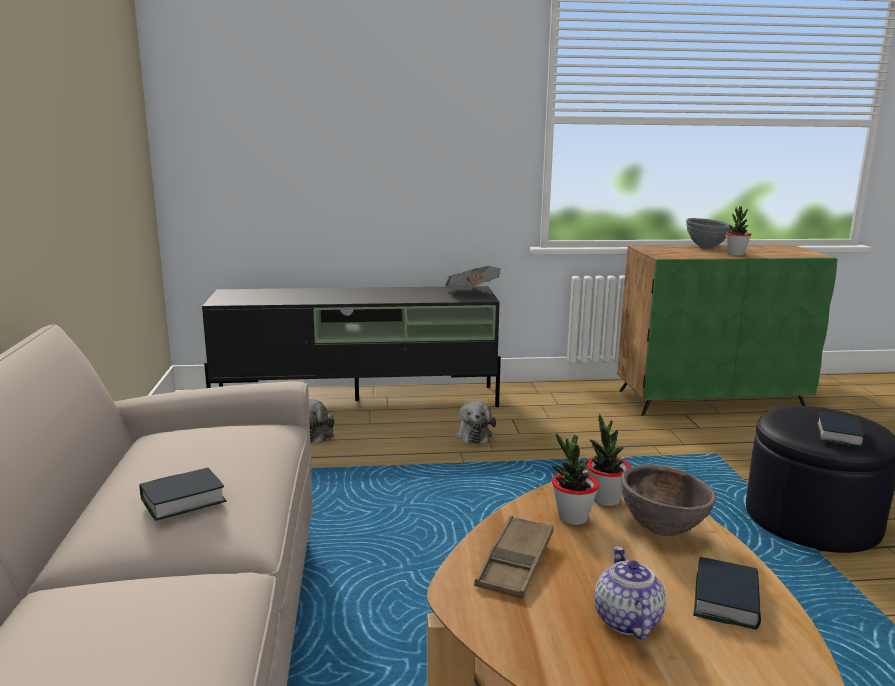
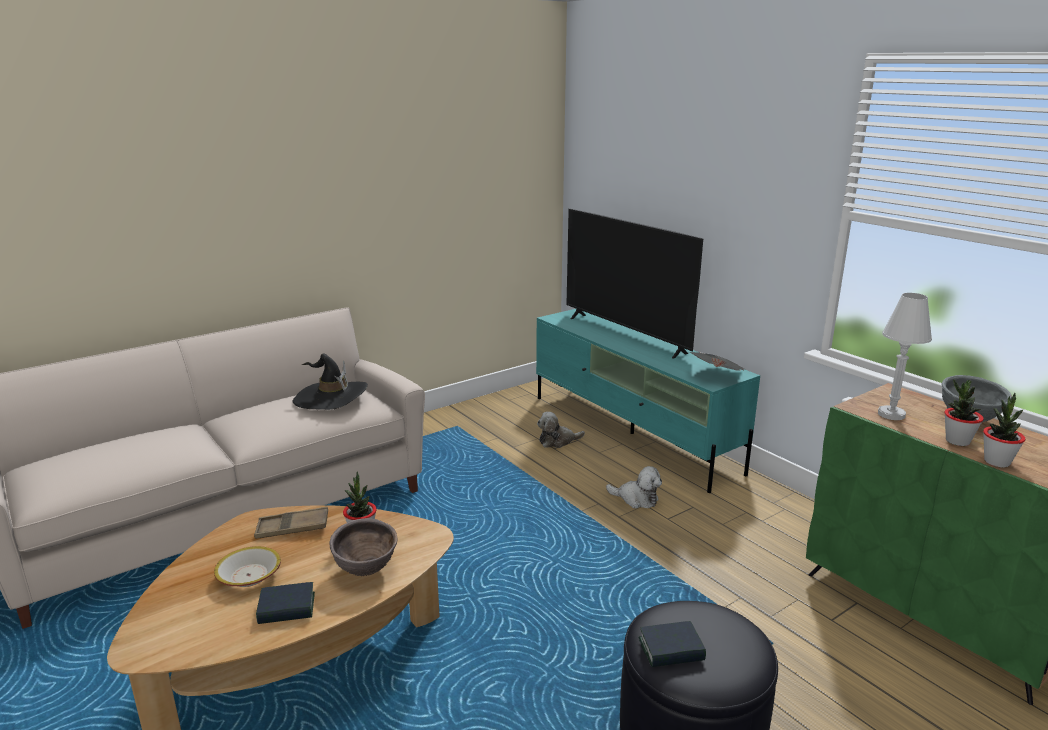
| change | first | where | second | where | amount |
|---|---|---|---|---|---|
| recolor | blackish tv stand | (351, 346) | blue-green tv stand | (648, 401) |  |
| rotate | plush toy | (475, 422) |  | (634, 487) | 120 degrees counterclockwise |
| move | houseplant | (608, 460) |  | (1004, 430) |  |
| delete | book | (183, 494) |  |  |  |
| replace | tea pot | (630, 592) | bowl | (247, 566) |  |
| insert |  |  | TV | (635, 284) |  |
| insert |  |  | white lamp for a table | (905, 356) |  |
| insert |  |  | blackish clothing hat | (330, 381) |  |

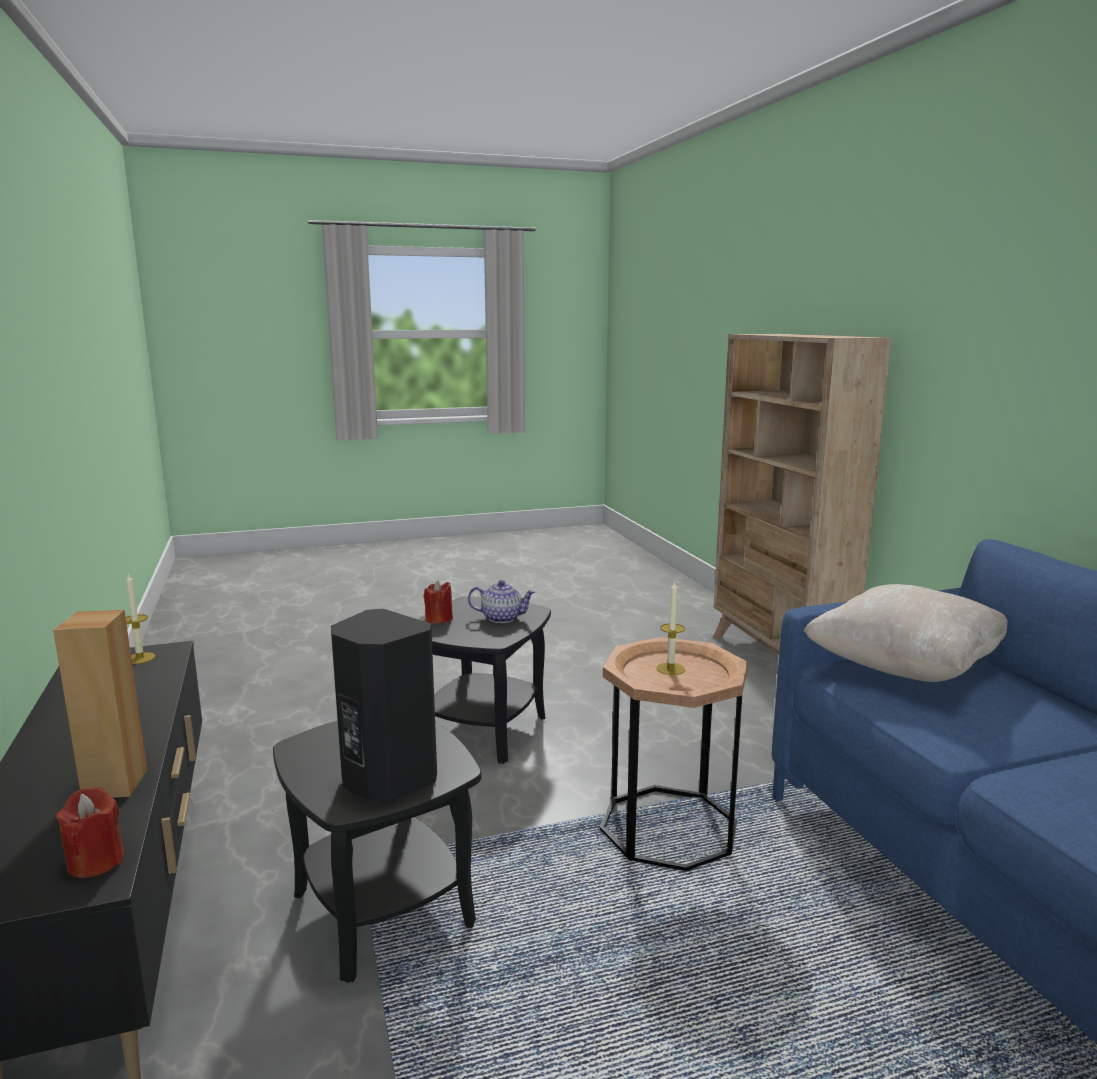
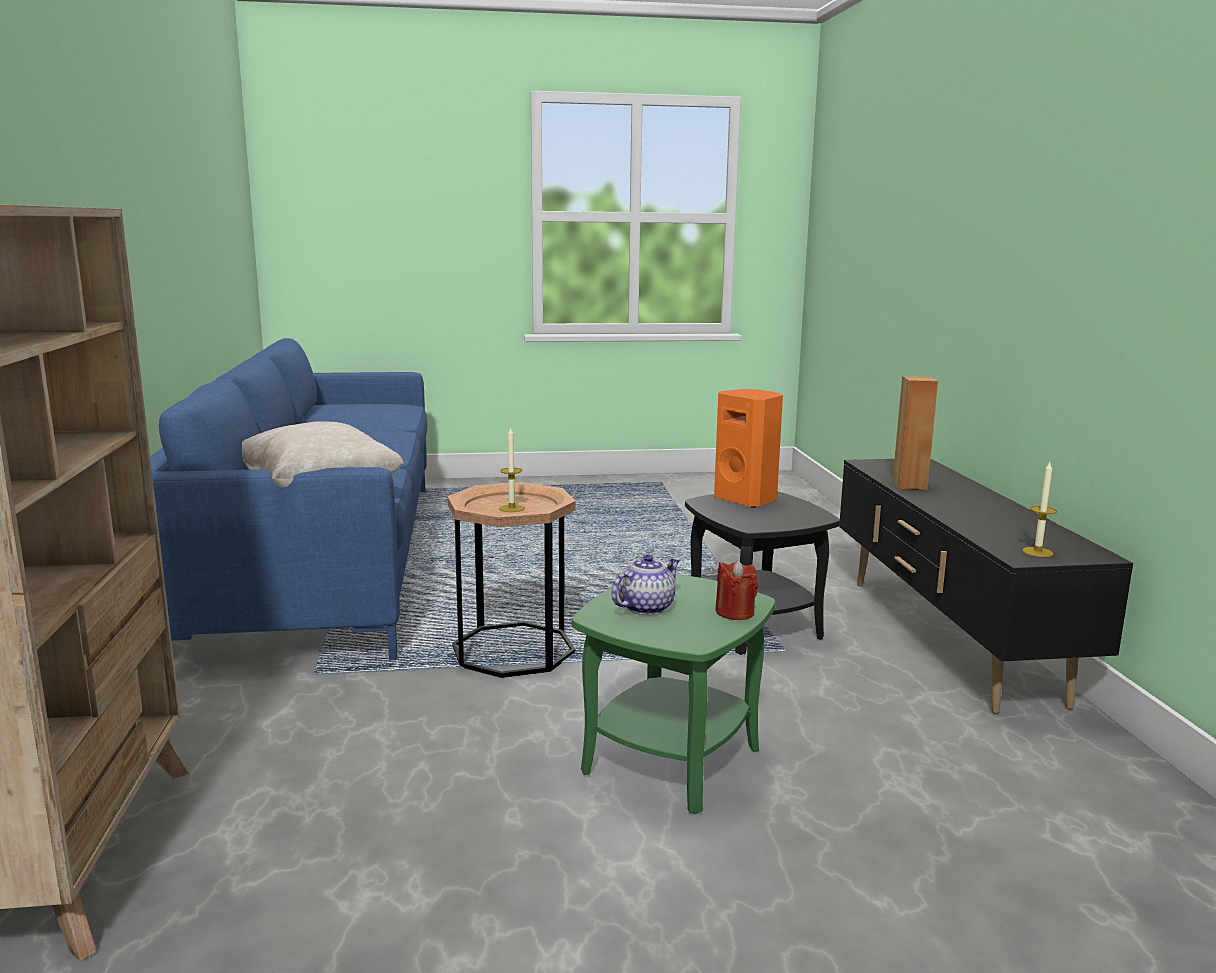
| change | first | where | second | where | amount |
|---|---|---|---|---|---|
| rotate | tea pot | (502, 601) |  | (646, 584) | 120 degrees clockwise |
| recolor | blackish end table | (484, 680) | green end table | (673, 694) |  |
| recolor | blackish loudspeaker | (384, 705) | orange-coloured loudspeaker | (748, 448) |  |
| delete | red wax light | (90, 832) |  |  |  |

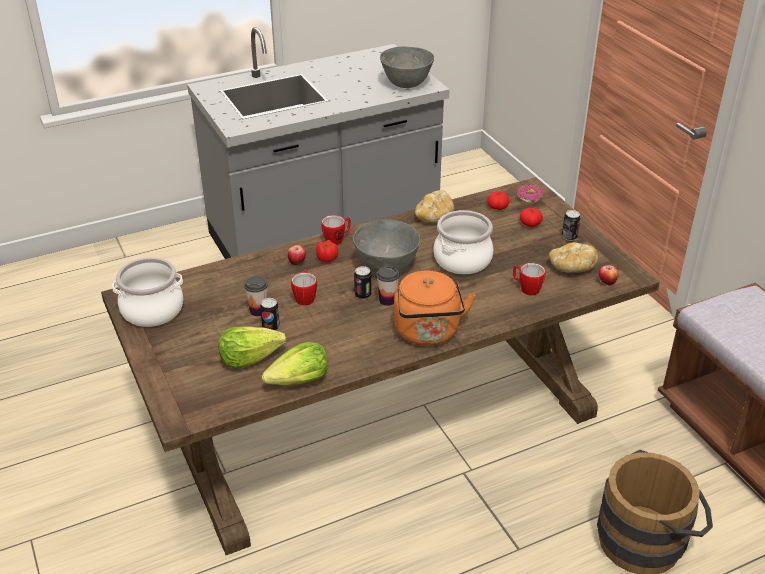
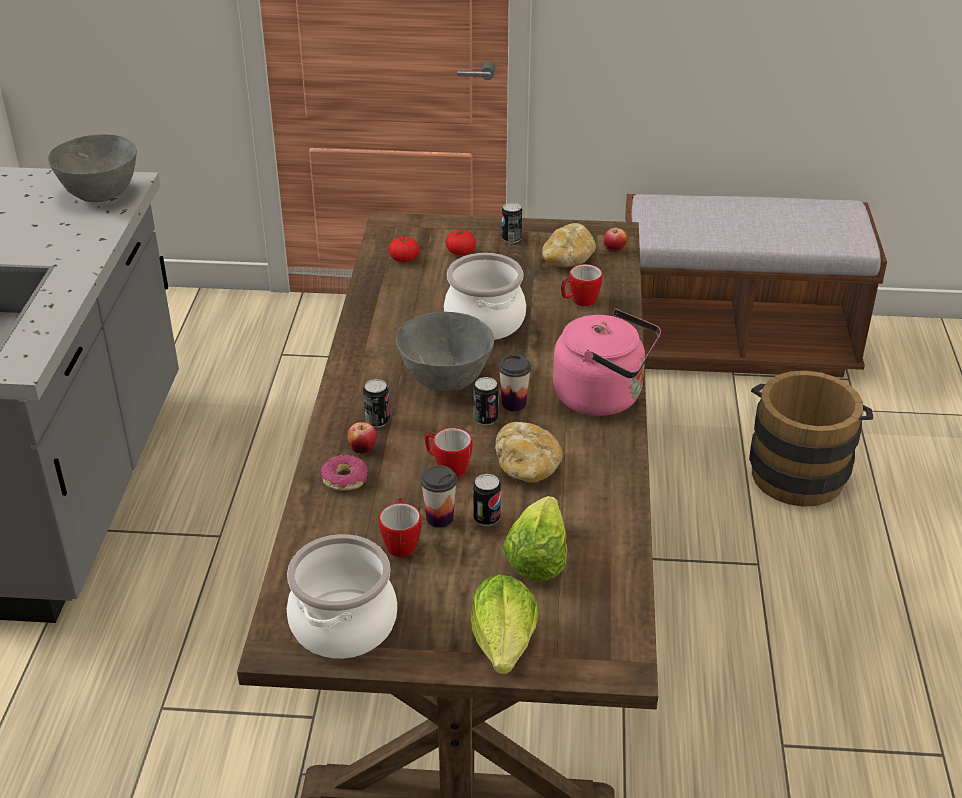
| change | first | where | second | where | amount |
|---|---|---|---|---|---|
| move | donut | (530, 194) |  | (344, 473) |  |
| move | baked bread | (435, 206) |  | (529, 452) |  |
| move | mug | (336, 230) |  | (400, 527) |  |
| replace | tomato | (327, 251) | sealed can | (376, 403) |  |
| recolor | orange-coloured water kettle | (434, 308) | pink-coloured water kettle | (607, 362) |  |
| move | lettuce head | (294, 364) |  | (504, 624) |  |

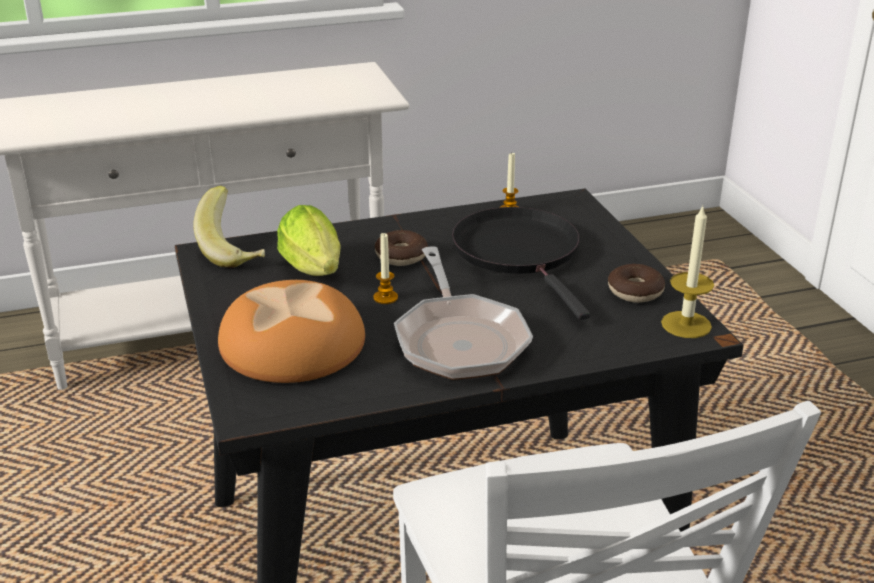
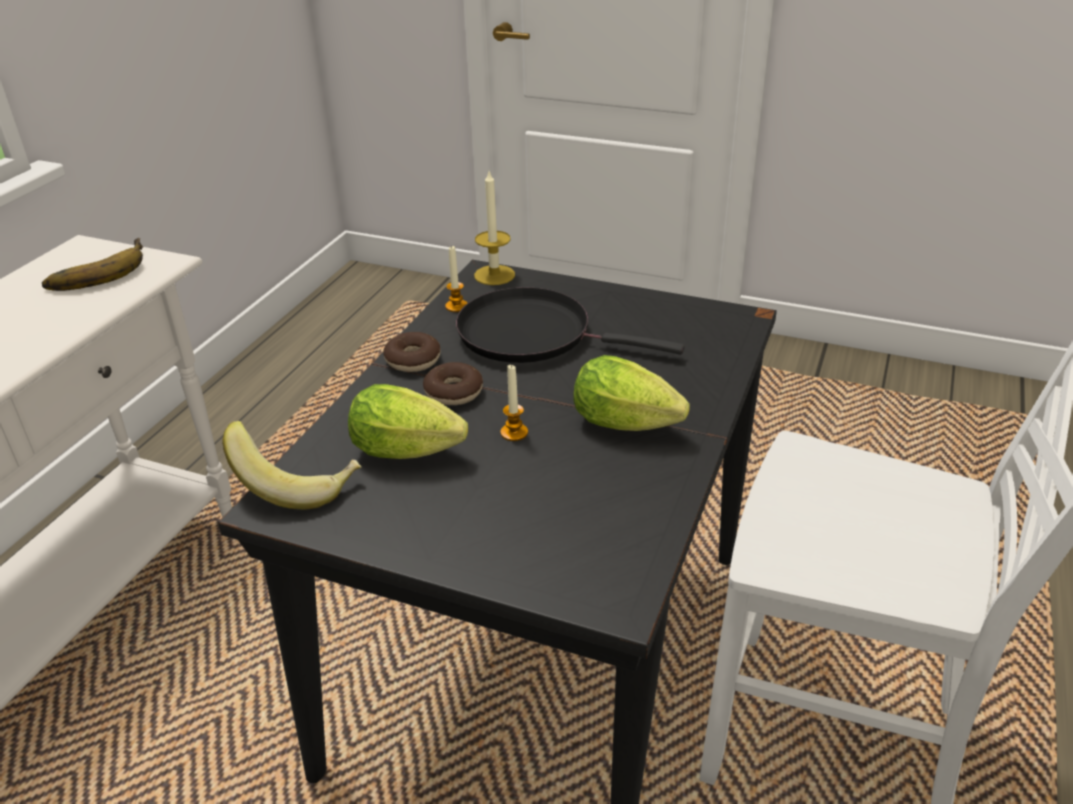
| change | first | where | second | where | amount |
|---|---|---|---|---|---|
| move | wax light | (687, 272) |  | (494, 228) |  |
| replace | skillet | (463, 313) | lettuce head | (631, 393) |  |
| move | donut | (636, 283) |  | (412, 352) |  |
| delete | baked bread | (291, 331) |  |  |  |
| insert |  |  | whole banana | (92, 264) |  |

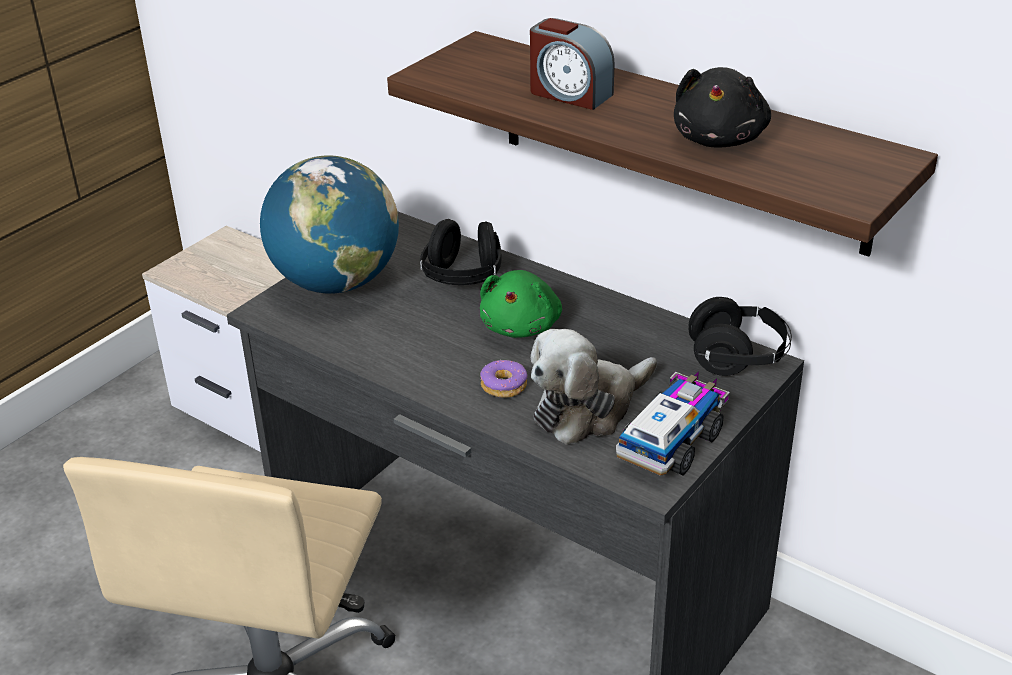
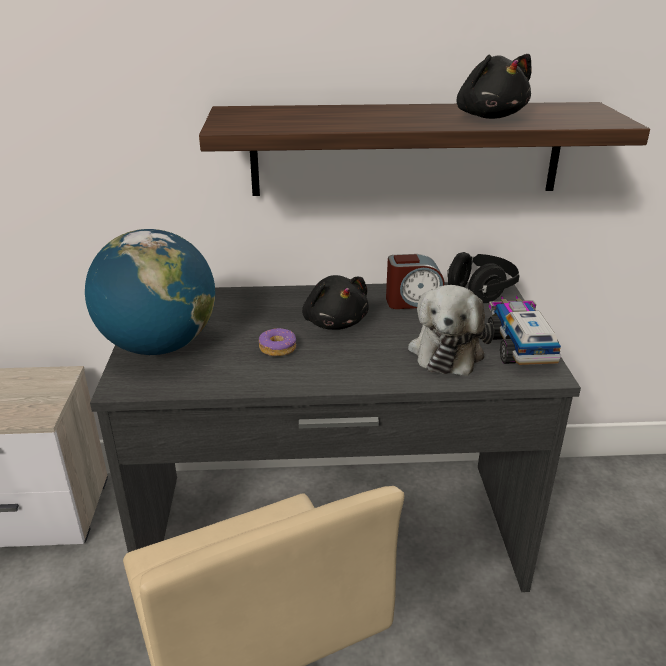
| change | first | where | second | where | amount |
|---|---|---|---|---|---|
| move | alarm clock | (572, 64) |  | (415, 281) |  |
| delete | blackish headset | (461, 252) |  |  |  |
| recolor | green plush toy | (521, 304) | blackish plush toy | (335, 302) |  |
| move | donut | (503, 379) |  | (277, 342) |  |

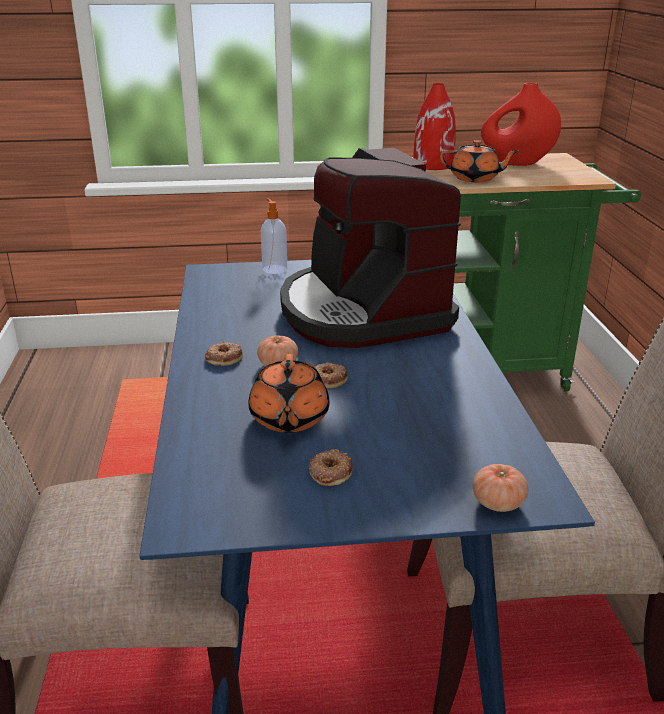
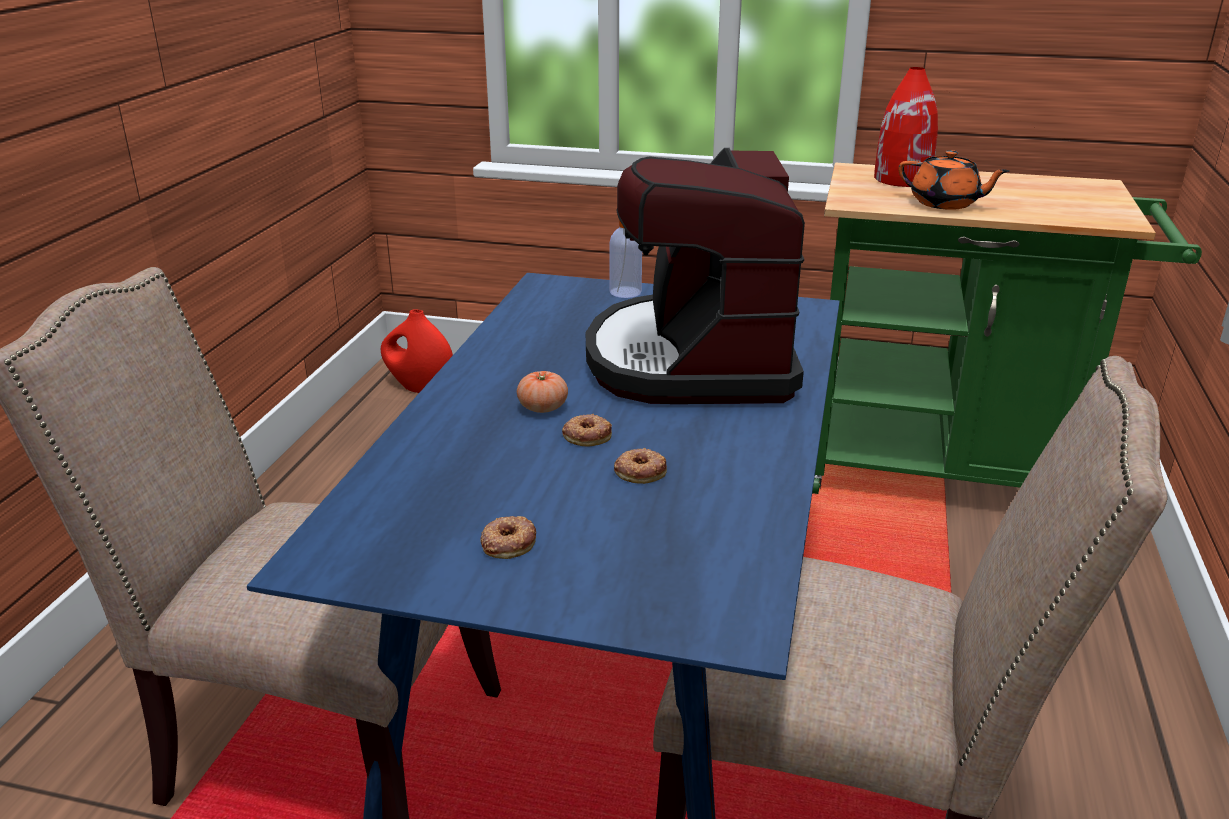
| change | first | where | second | where | amount |
|---|---|---|---|---|---|
| move | red vase | (521, 124) |  | (417, 351) |  |
| move | donut | (224, 353) |  | (640, 466) |  |
| delete | orange-coloured tea pot | (289, 393) |  |  |  |
| delete | tomato | (500, 488) |  |  |  |

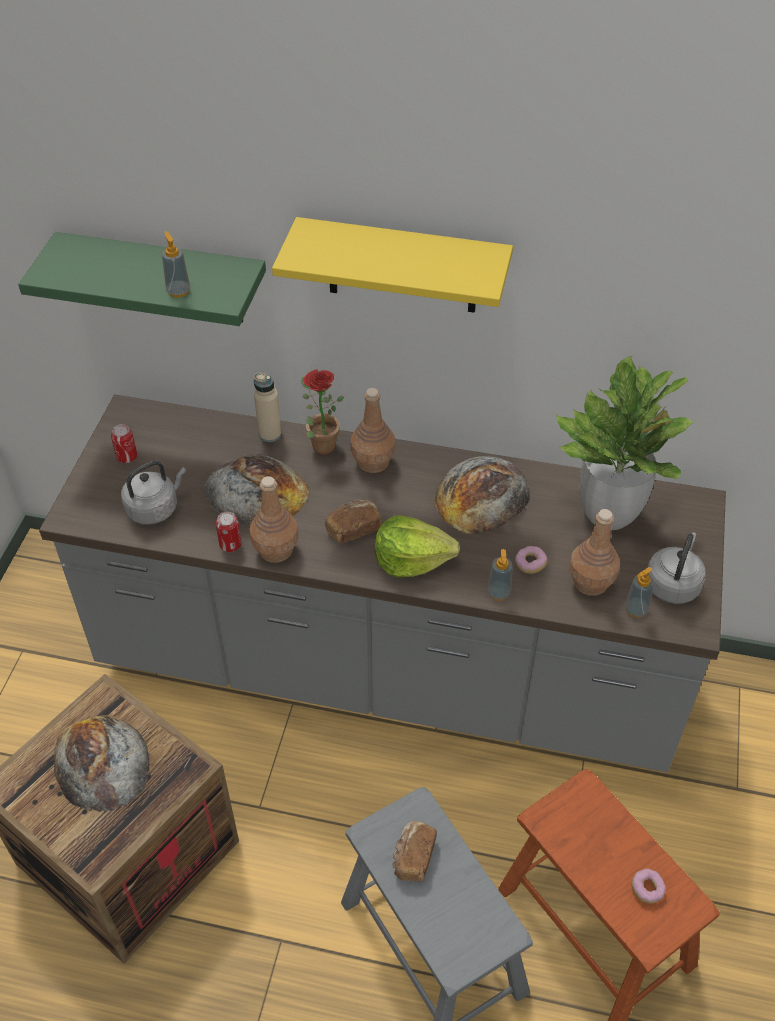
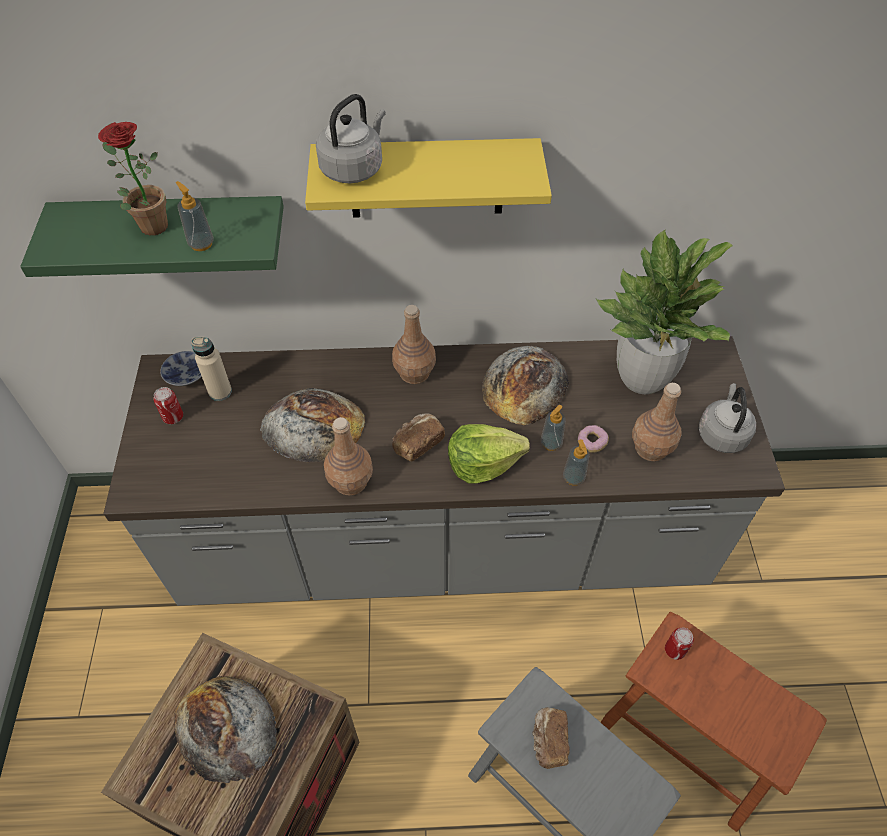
| change | first | where | second | where | amount |
|---|---|---|---|---|---|
| move | houseplant | (322, 412) |  | (133, 178) |  |
| move | beige drink bottle | (268, 407) |  | (211, 369) |  |
| move | greyish water kettle | (153, 493) |  | (351, 138) |  |
| move | sealed can | (229, 532) |  | (679, 644) |  |
| move | liquid soap bottle | (639, 592) |  | (553, 428) |  |
| delete | donut | (648, 886) |  |  |  |
| insert |  |  | bowl | (181, 368) |  |

